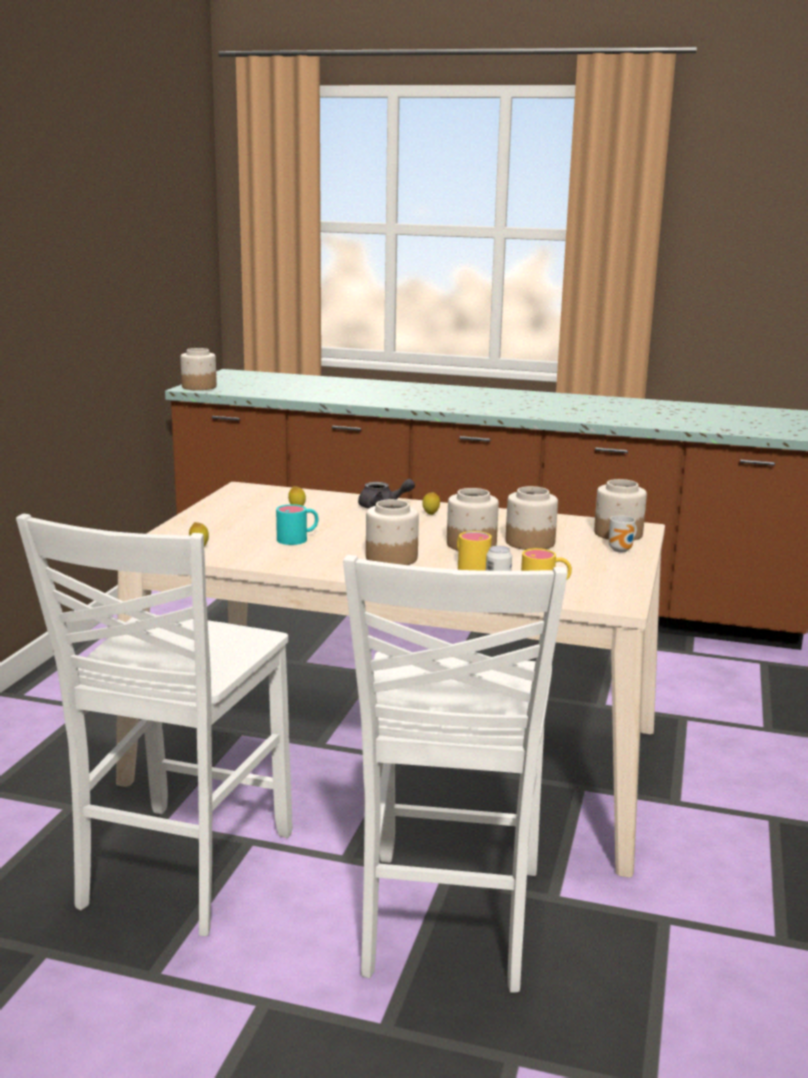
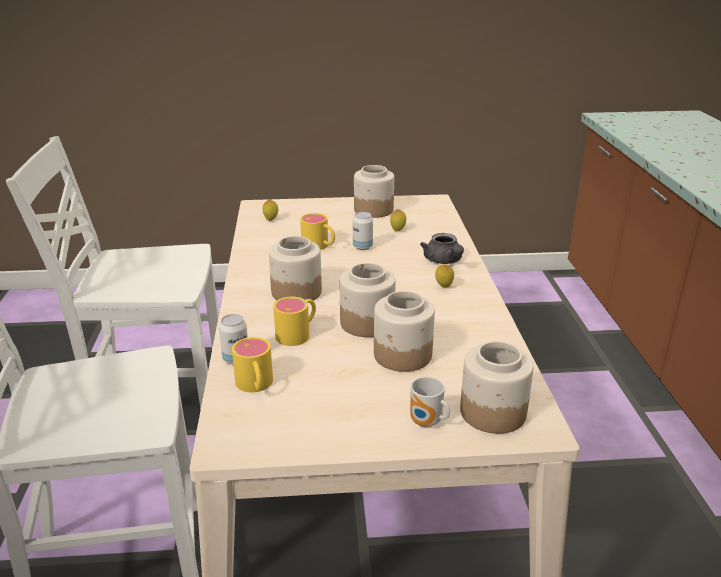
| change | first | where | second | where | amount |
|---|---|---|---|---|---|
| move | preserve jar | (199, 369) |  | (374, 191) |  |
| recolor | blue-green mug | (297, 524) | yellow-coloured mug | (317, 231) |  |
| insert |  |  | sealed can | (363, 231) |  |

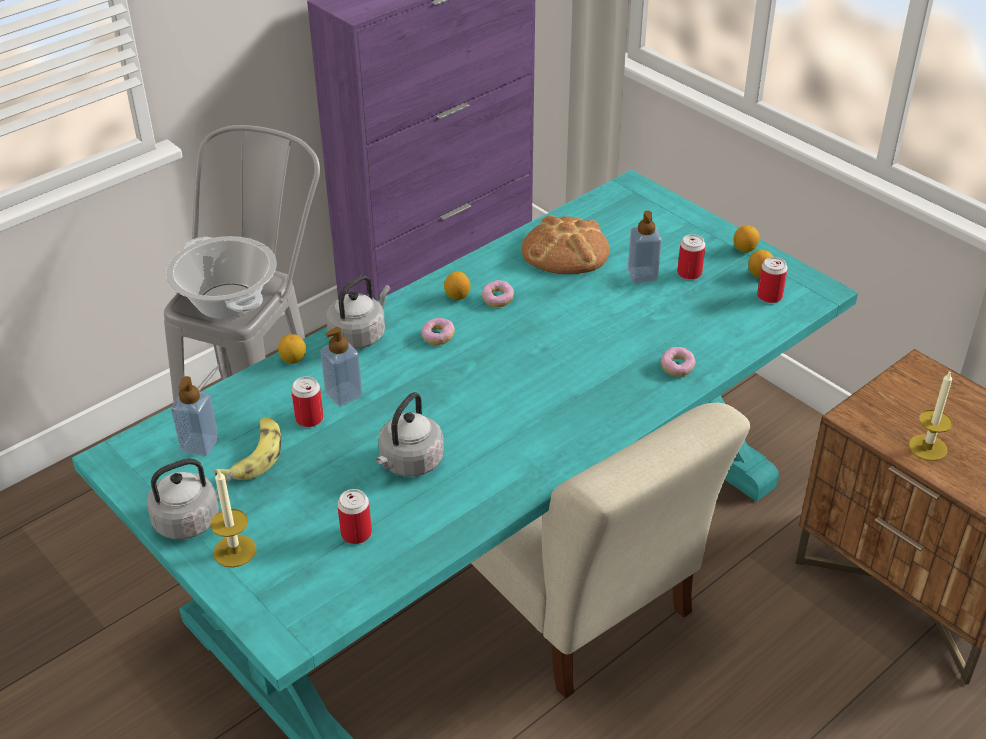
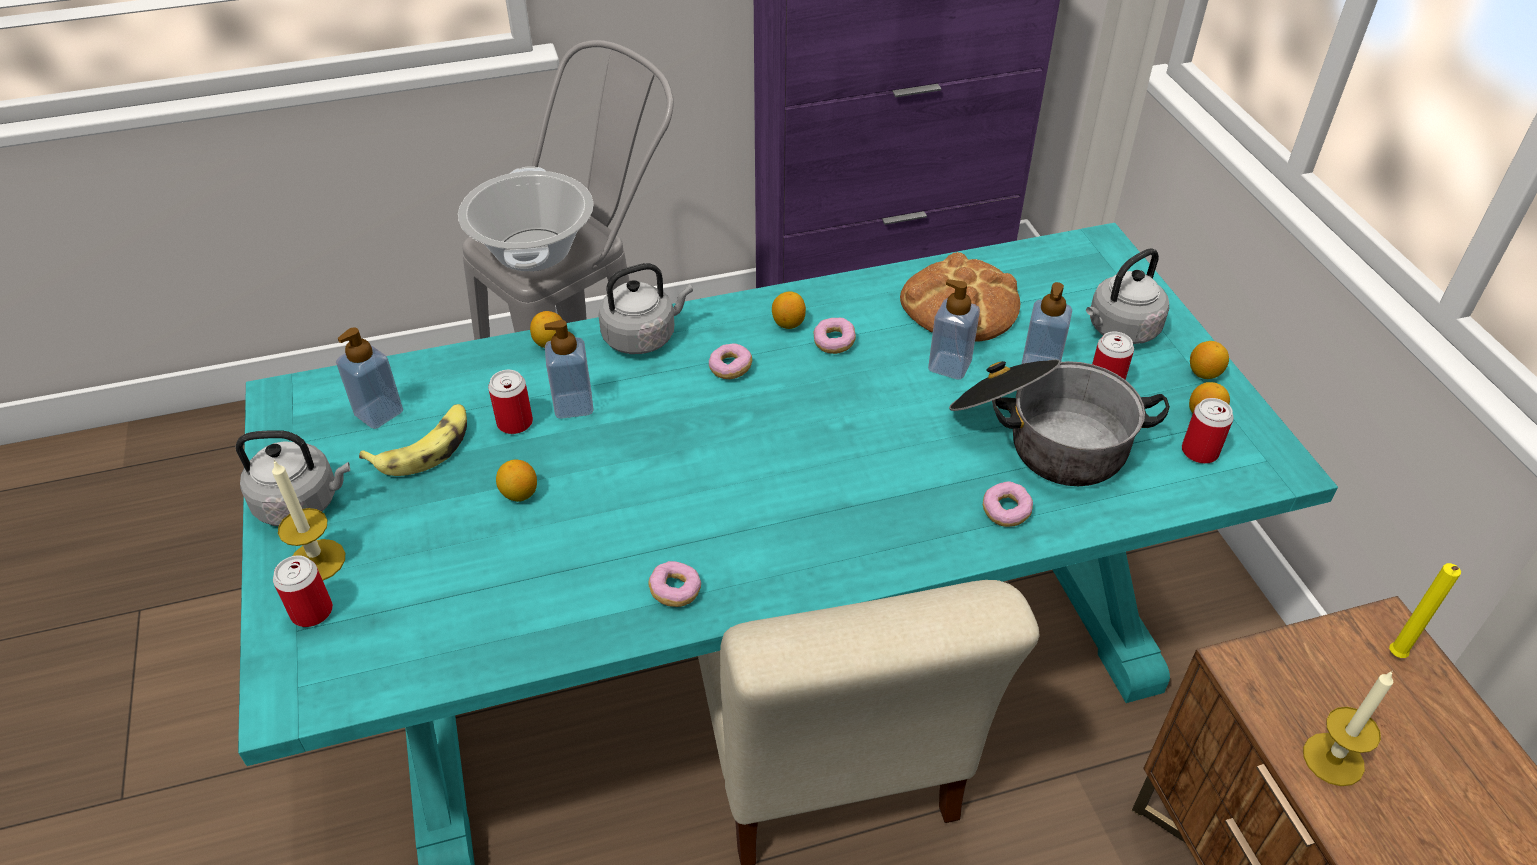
| change | first | where | second | where | amount |
|---|---|---|---|---|---|
| move | greyish water kettle | (410, 434) |  | (1127, 296) |  |
| move | sealed can | (354, 516) |  | (303, 591) |  |
| insert |  |  | liquid soap bottle | (954, 329) |  |
| insert |  |  | cooking pot | (1059, 422) |  |
| insert |  |  | citrus fruit | (516, 481) |  |
| insert |  |  | donut | (674, 584) |  |
| insert |  |  | yellow-coloured wax light | (1425, 610) |  |

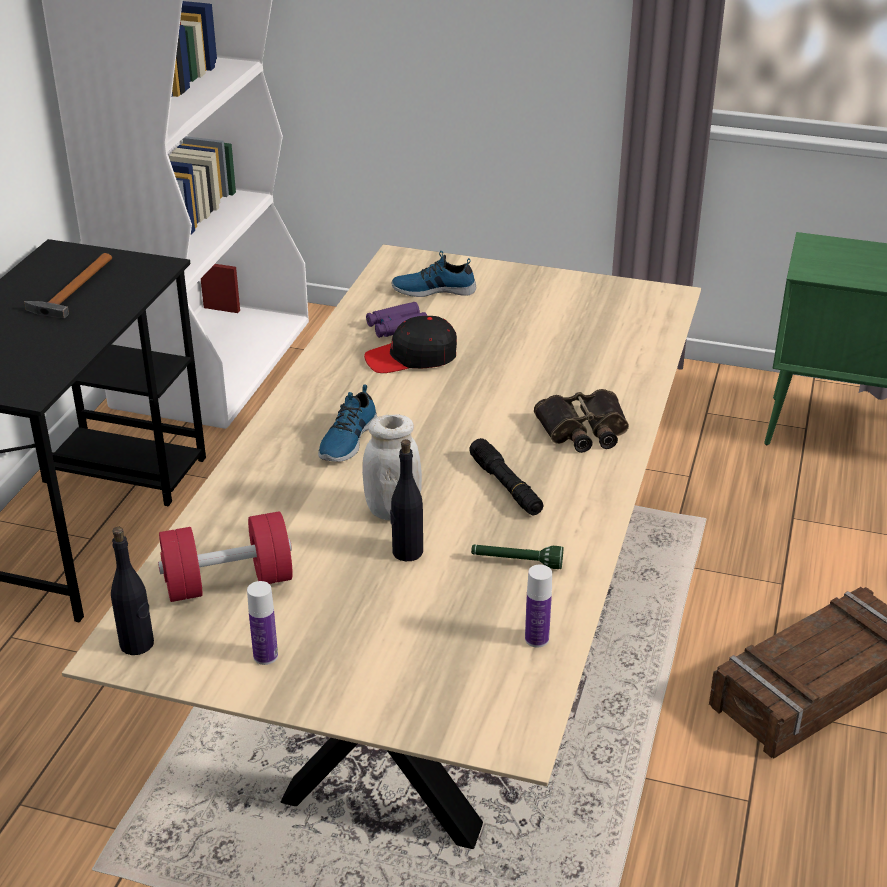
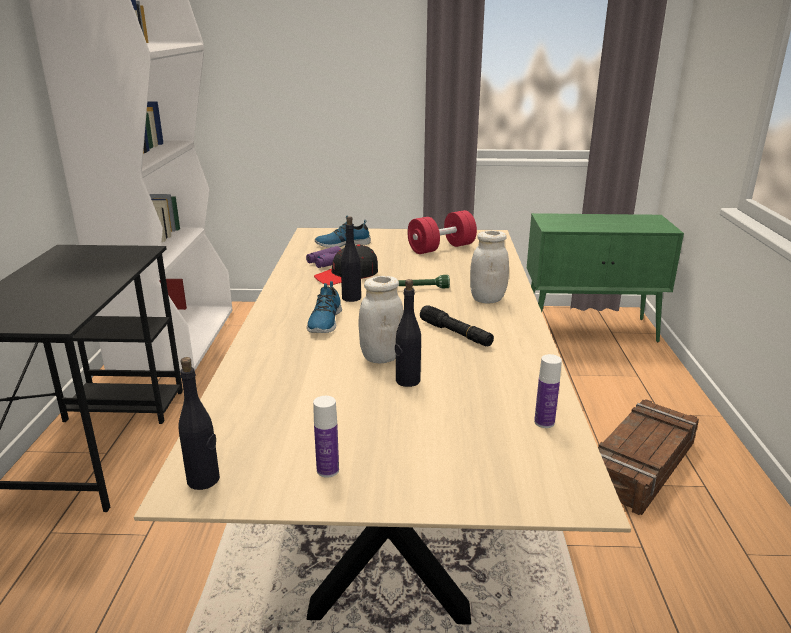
| change | first | where | second | where | amount |
|---|---|---|---|---|---|
| delete | tool hammer | (68, 285) |  |  |  |
| replace | field glasses | (581, 421) | white preserve jar | (489, 266) |  |
| move | red free weight | (225, 557) |  | (442, 232) |  |
| move | green flashlight | (517, 557) |  | (424, 281) |  |
| insert |  |  | blackish drink bottle | (351, 259) |  |

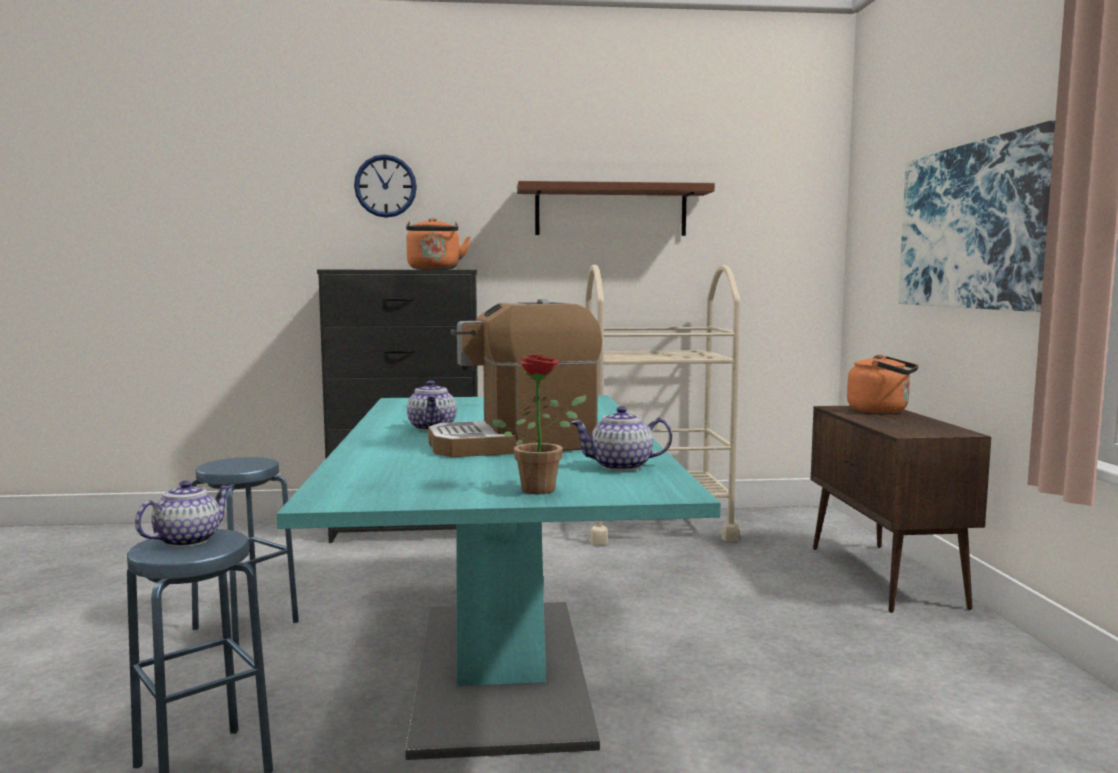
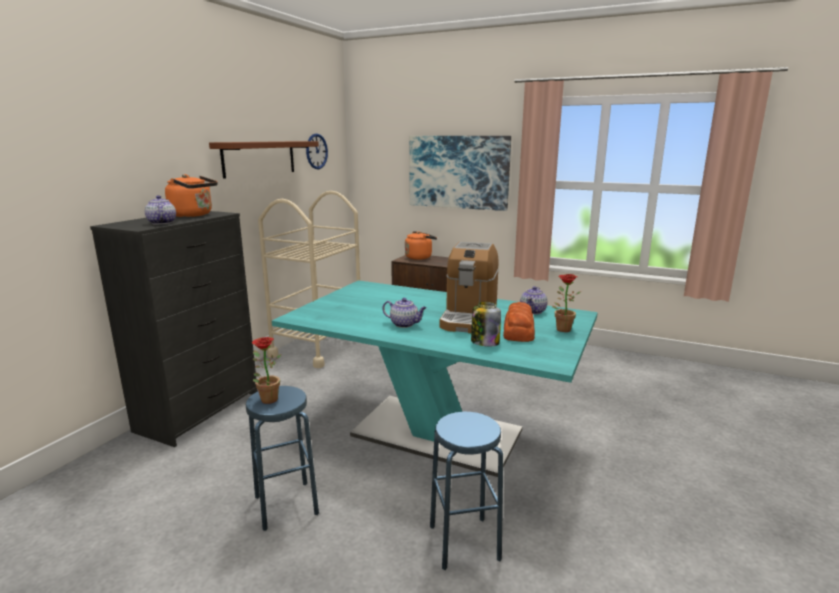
| change | first | where | second | where | amount |
|---|---|---|---|---|---|
| move | hanging clock | (385, 186) |  | (317, 151) |  |
| move | tea pot | (183, 513) |  | (160, 209) |  |
| insert |  |  | preserve jar | (486, 324) |  |
| insert |  |  | baked bread | (519, 322) |  |
| insert |  |  | houseplant | (267, 370) |  |

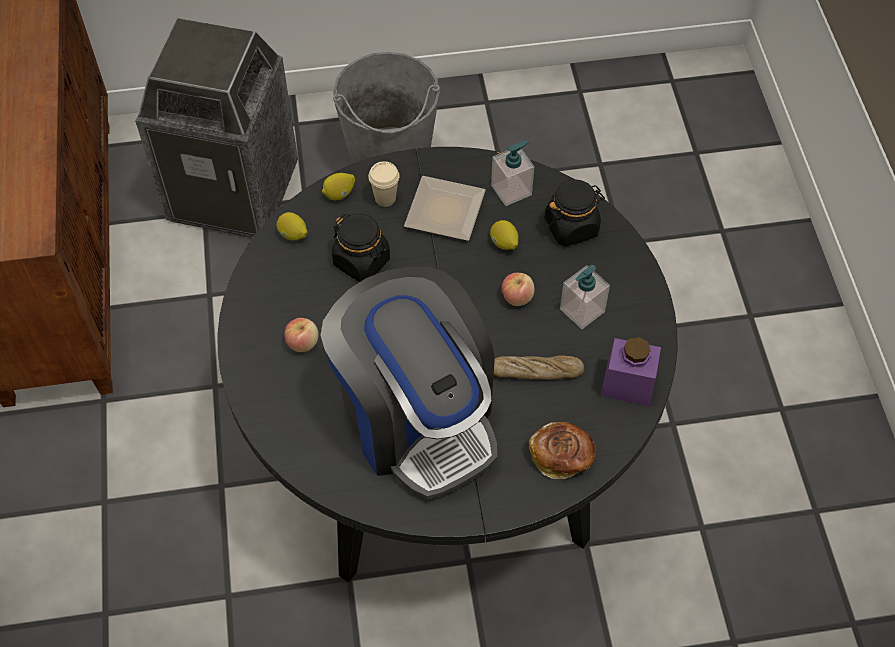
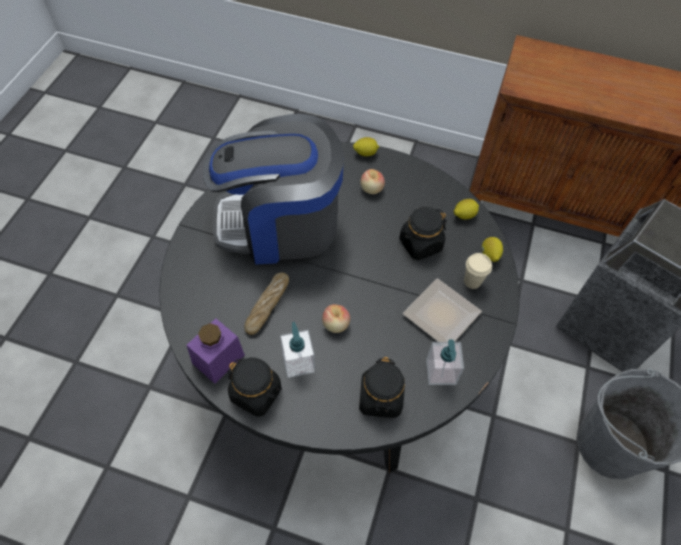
| change | first | where | second | where | amount |
|---|---|---|---|---|---|
| move | citrus fruit | (504, 235) |  | (366, 147) |  |
| delete | baked bread | (562, 450) |  |  |  |
| insert |  |  | blackish preserve jar | (255, 387) |  |

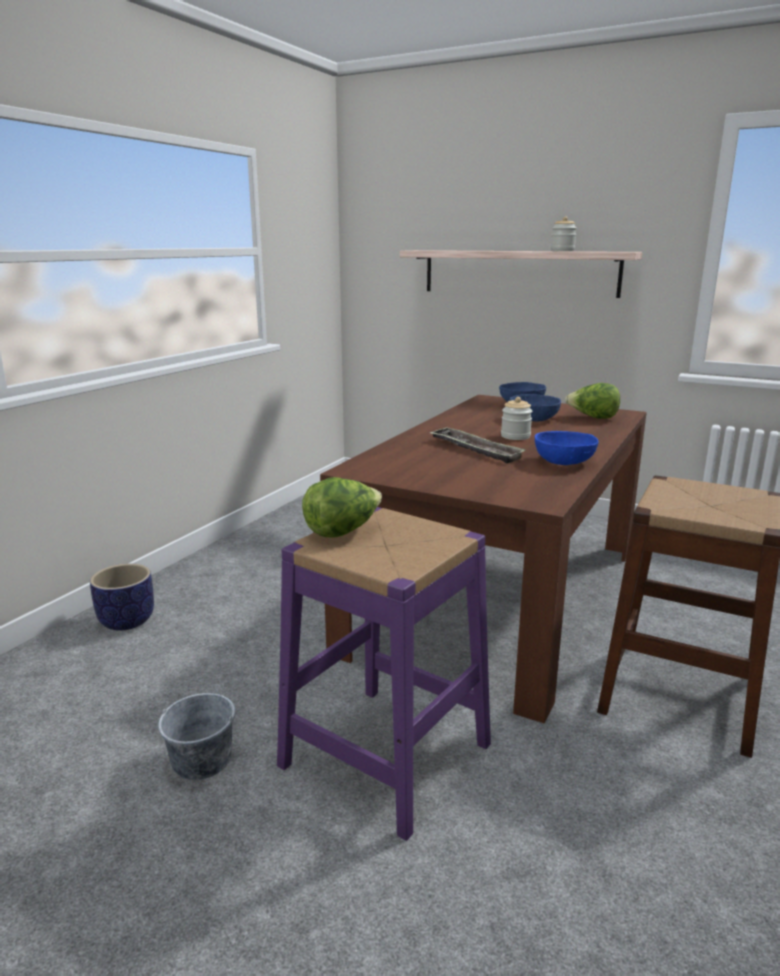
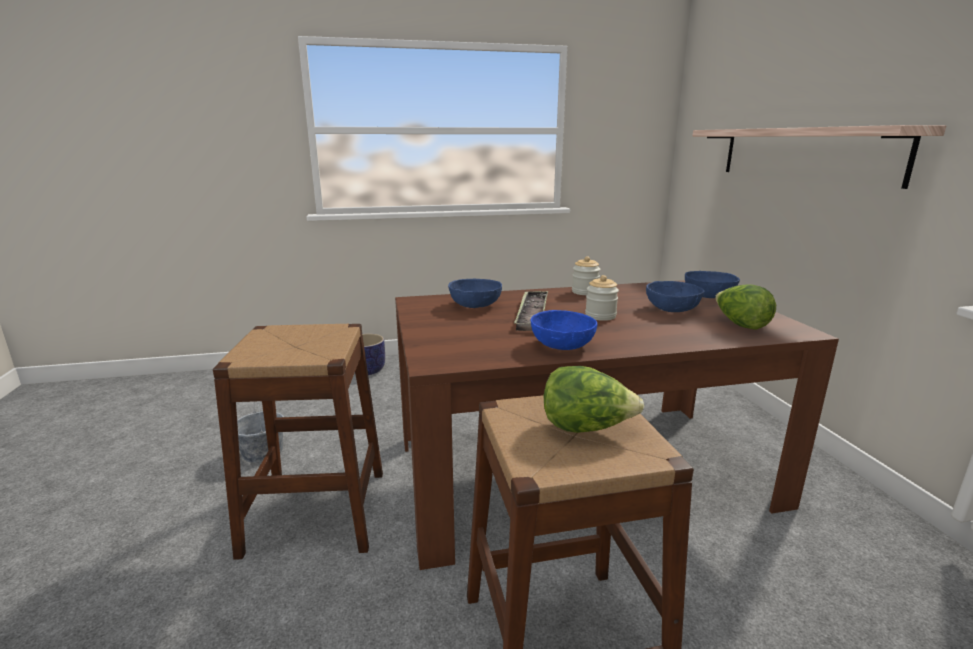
| change | first | where | second | where | amount |
|---|---|---|---|---|---|
| move | preserve jar | (564, 233) |  | (586, 275) |  |
| move | lettuce head | (342, 507) |  | (593, 399) |  |
| recolor | purple-coloured stool | (384, 674) | brownish stool | (298, 442) |  |
| insert |  |  | blue bowl | (475, 293) |  |

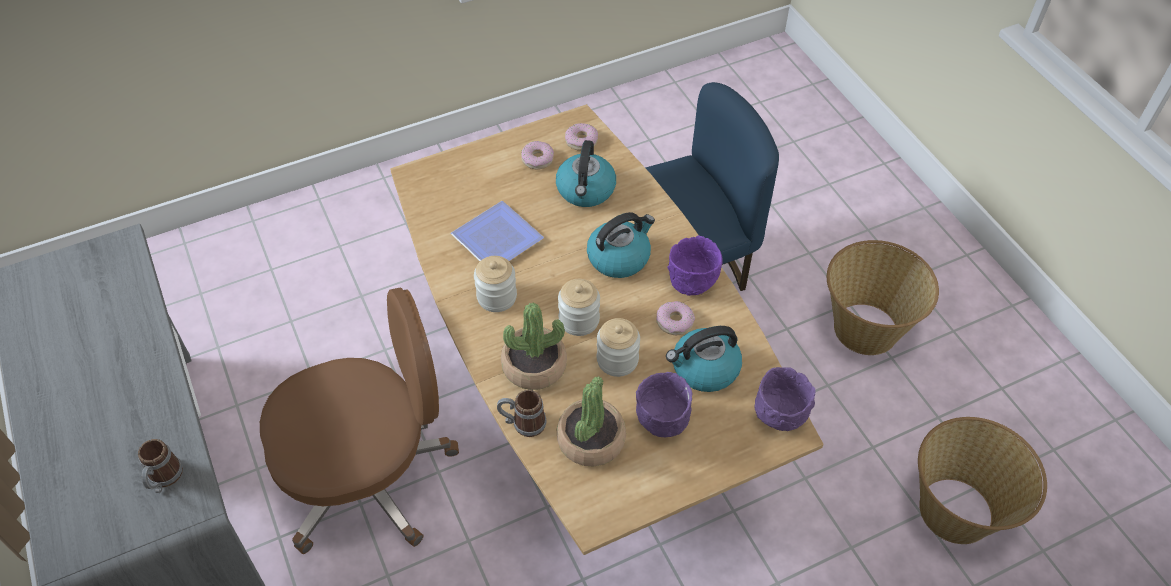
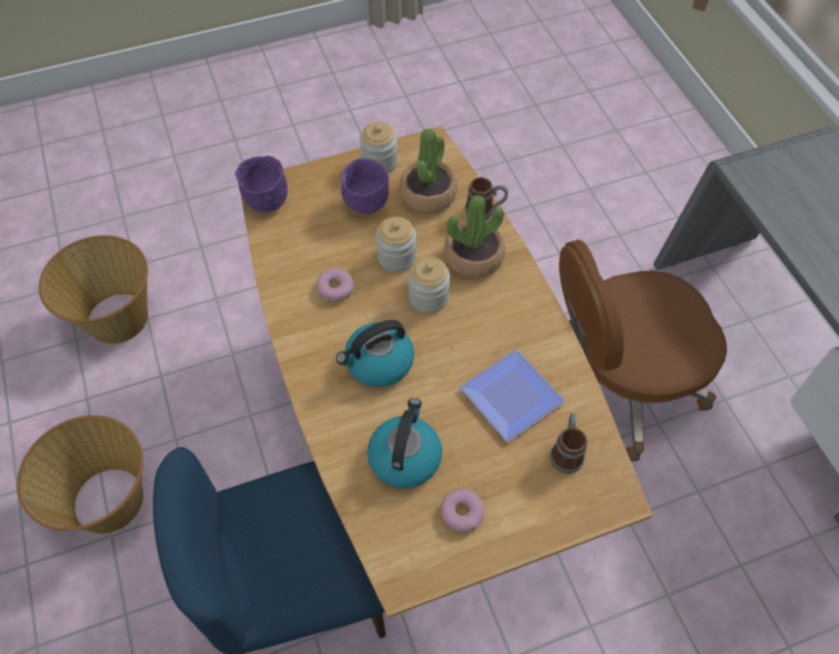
| change | first | where | second | where | amount |
|---|---|---|---|---|---|
| delete | donut | (581, 137) |  |  |  |
| delete | purple-coloured bowl | (695, 265) |  |  |  |
| move | preserve jar | (495, 284) |  | (379, 148) |  |
| delete | water kettle | (704, 359) |  |  |  |
| move | mug | (160, 466) |  | (569, 443) |  |

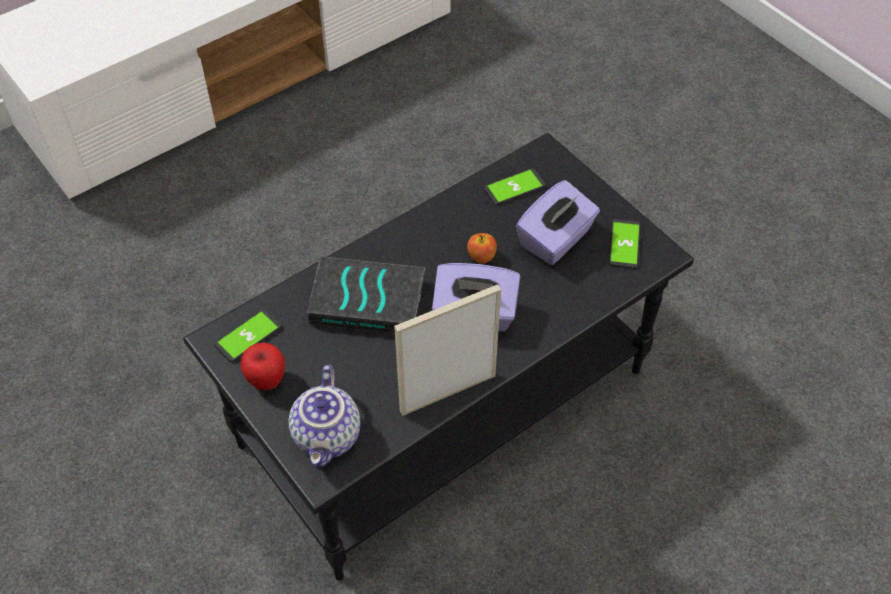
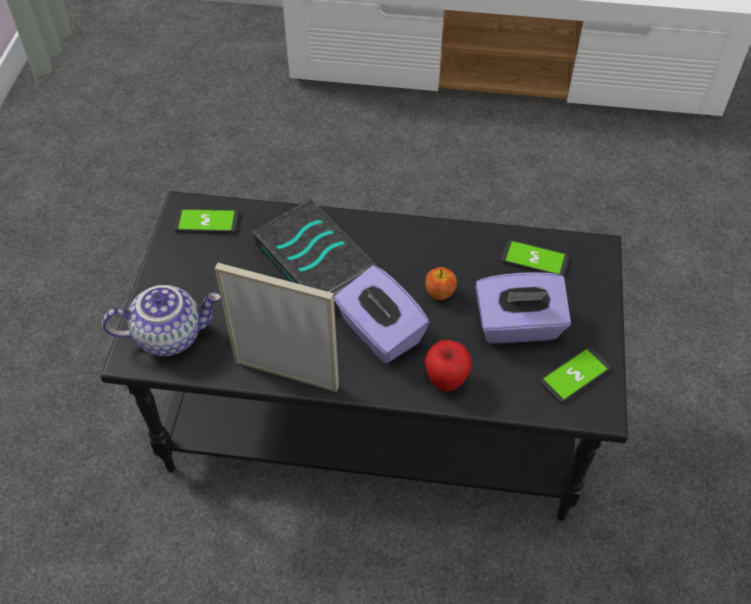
| change | first | where | second | where | amount |
|---|---|---|---|---|---|
| move | whole apple | (263, 366) |  | (448, 366) |  |
| rotate | tea pot | (325, 416) |  | (161, 320) | 150 degrees counterclockwise |

